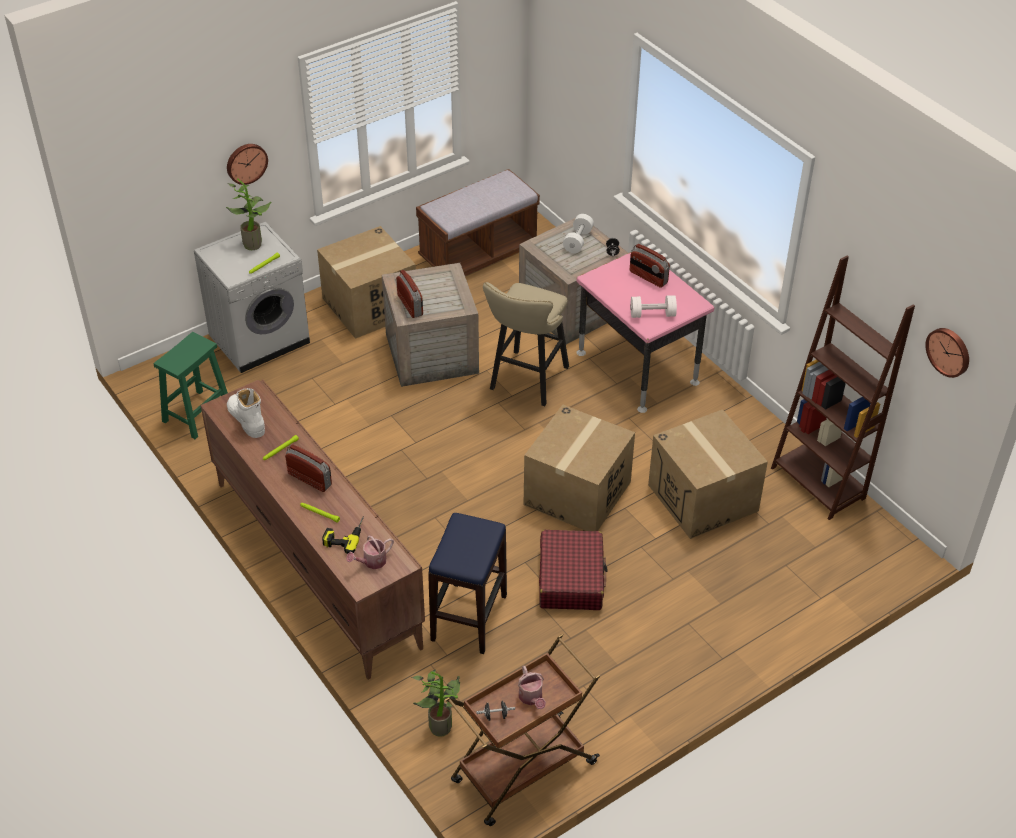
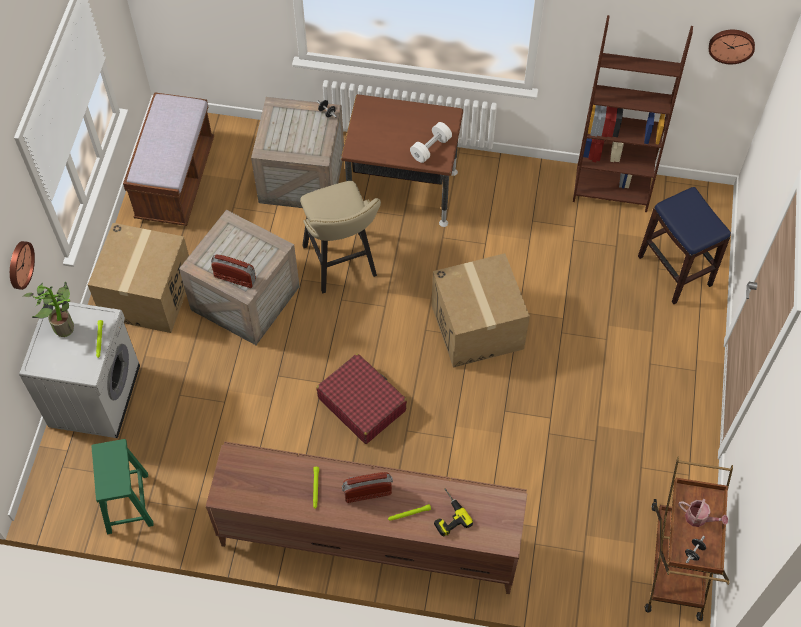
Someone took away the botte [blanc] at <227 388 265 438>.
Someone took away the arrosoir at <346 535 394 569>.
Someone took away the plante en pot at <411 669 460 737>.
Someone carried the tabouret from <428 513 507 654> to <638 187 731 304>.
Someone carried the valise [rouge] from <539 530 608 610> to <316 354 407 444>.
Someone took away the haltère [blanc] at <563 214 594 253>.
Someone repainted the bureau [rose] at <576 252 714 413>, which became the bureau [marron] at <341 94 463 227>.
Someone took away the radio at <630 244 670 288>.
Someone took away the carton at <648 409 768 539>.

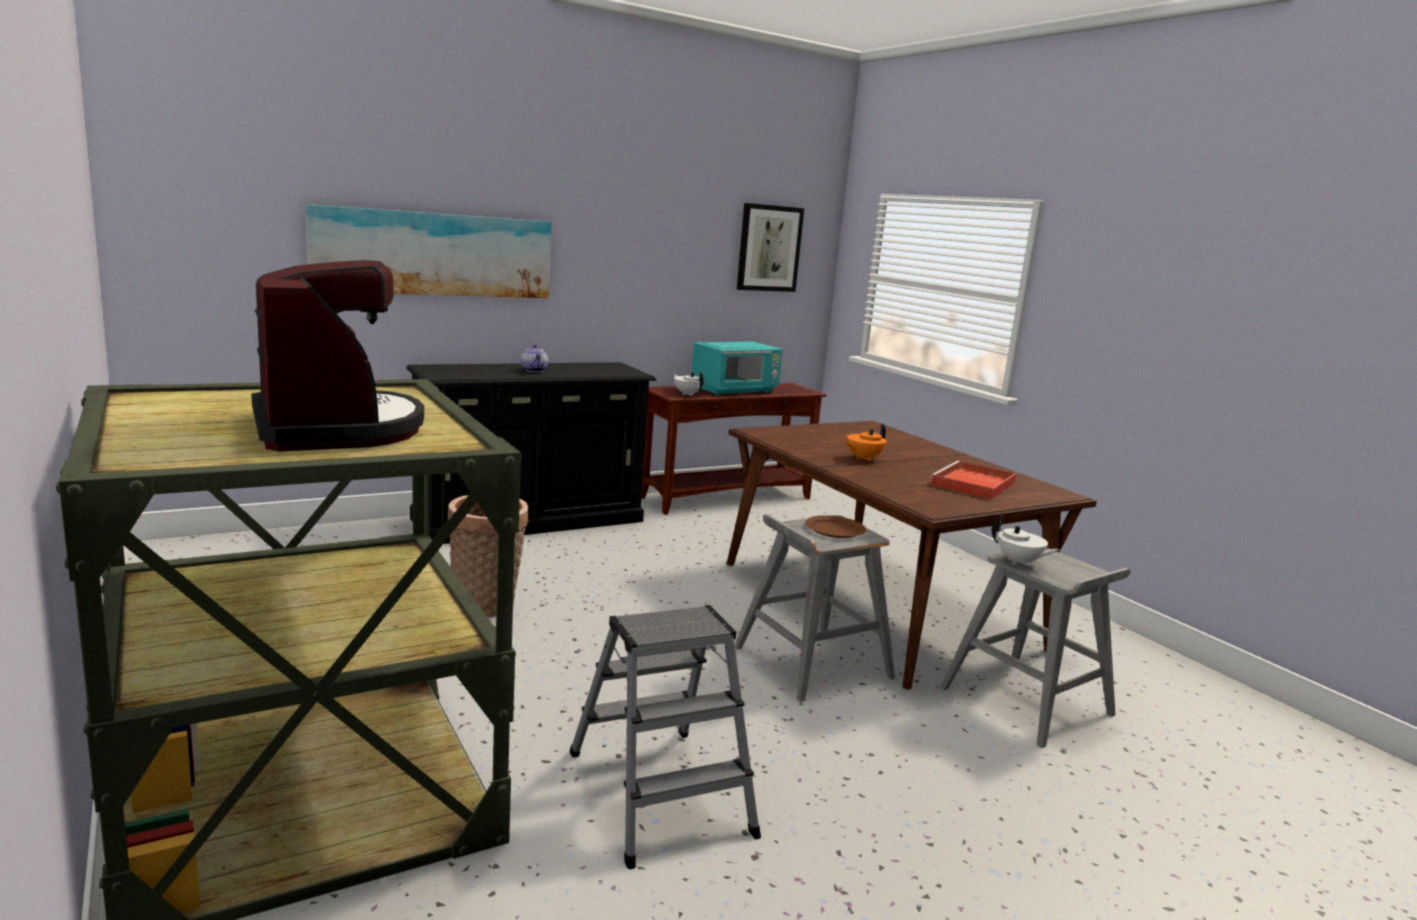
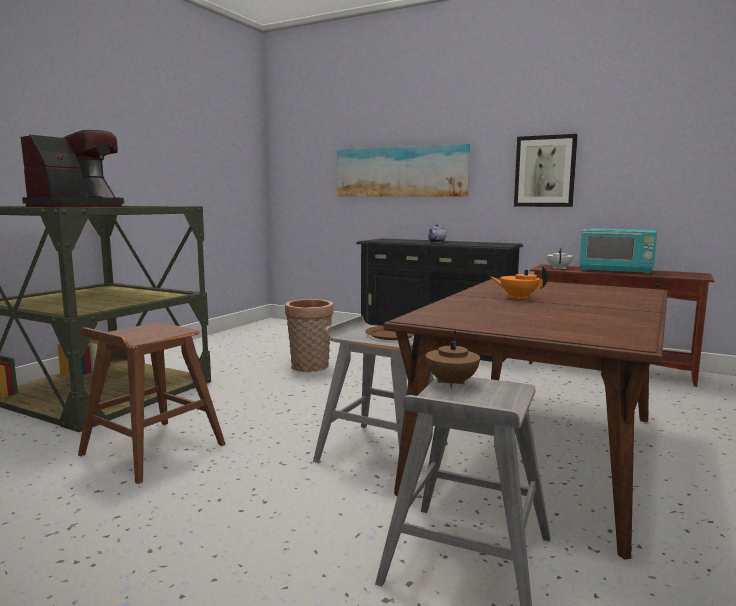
Someone swapped the escabeau [gris] at <570 605 761 869> for the tabouret [marron] at <78 322 226 484>.
Someone carried the tableau from <737 203 804 292> to <514 134 578 207>.
Someone took away the plateau [rouge] at <930 461 1016 499>.
Someone repainted the théière [blanc] at <992 516 1059 566>, which became the théière [marron] at <426 331 480 388>.

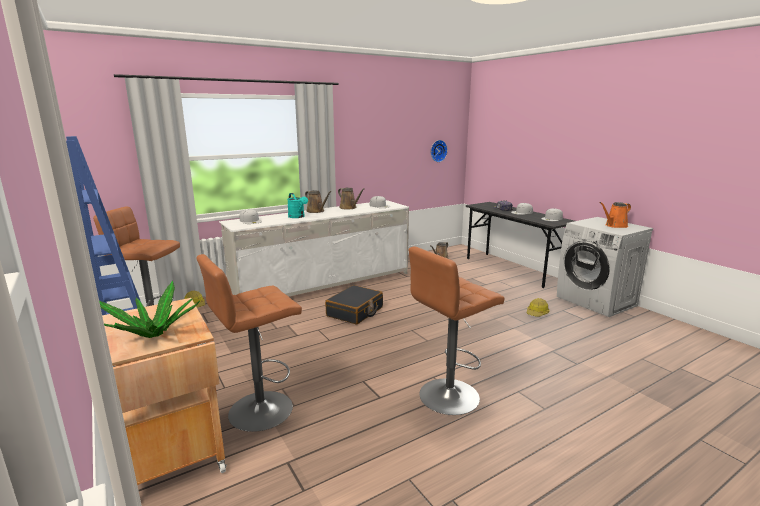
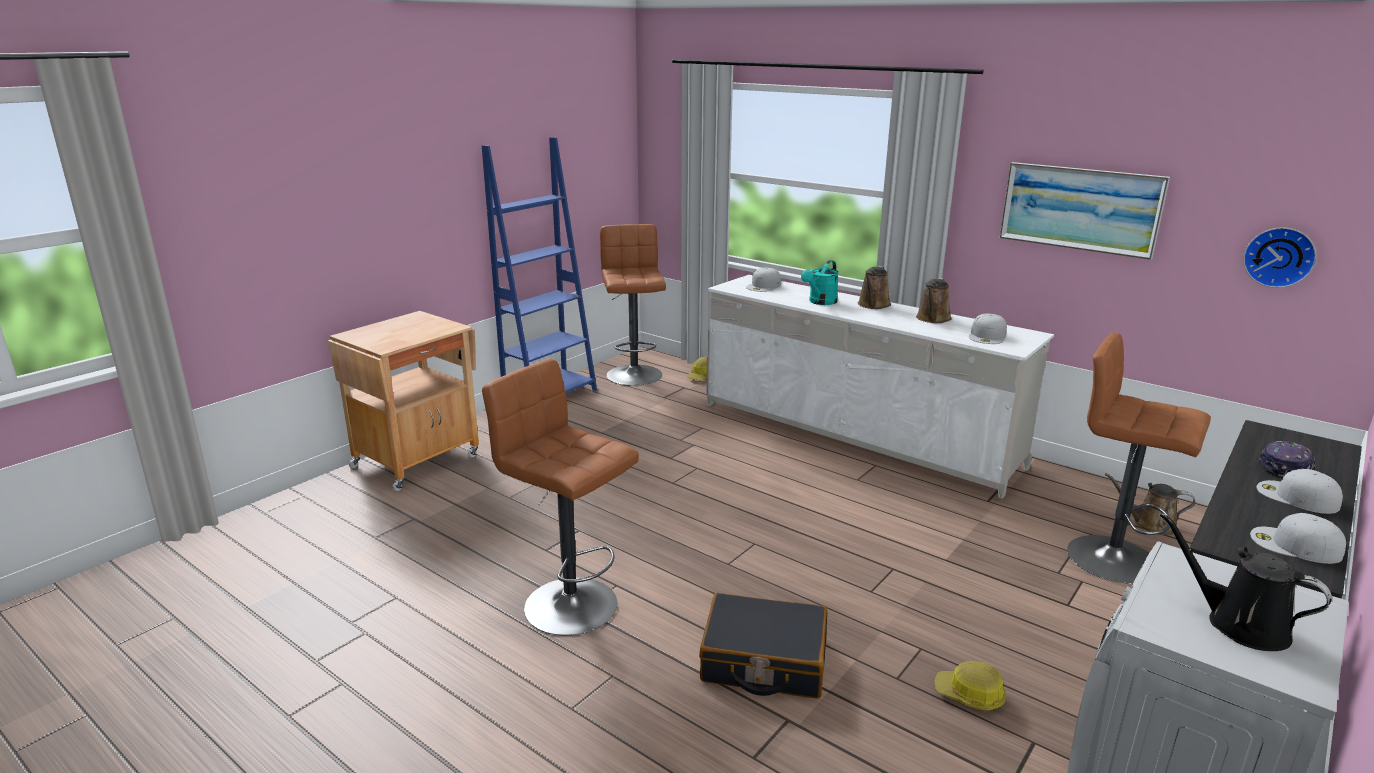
Someone took away the plante en pot at <99 281 200 338>.
Someone carried the tabouret [marron] from <196 254 302 432> to <1067 332 1211 584>.
Someone carried the valise [noir] from <325 285 383 325> to <699 593 827 699>.
Someone repainted the arrosoir [orange] at <600 202 631 228>, which became the arrosoir [noir] at <1160 513 1332 651>.
Someone put up the tableau at <1000 162 1170 260>.

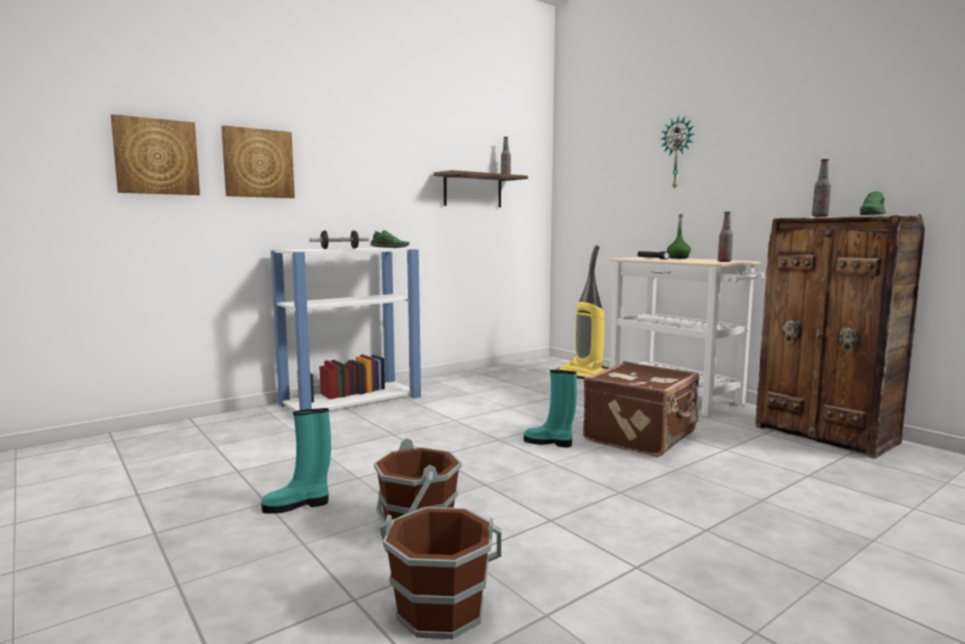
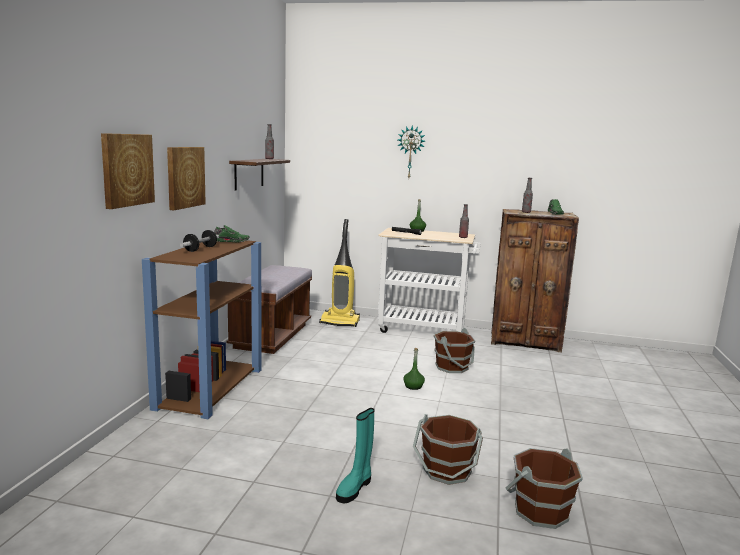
Someone carried the tableau from <111 114 200 195> to <167 147 206 210>.
Someone repainted the bibliothèque [blanc] at <271 248 421 411>, which became the bibliothèque [marron] at <142 240 262 419>.
Someone swapped the botte [turquoise] at <524 370 577 447> for the bouteille [vert] at <403 348 425 390>.
Someone swapped the valise [marron] at <583 361 699 457> for the seau [marron] at <434 328 475 373>.
Someone put down the banc [marron] at <226 265 312 354>.

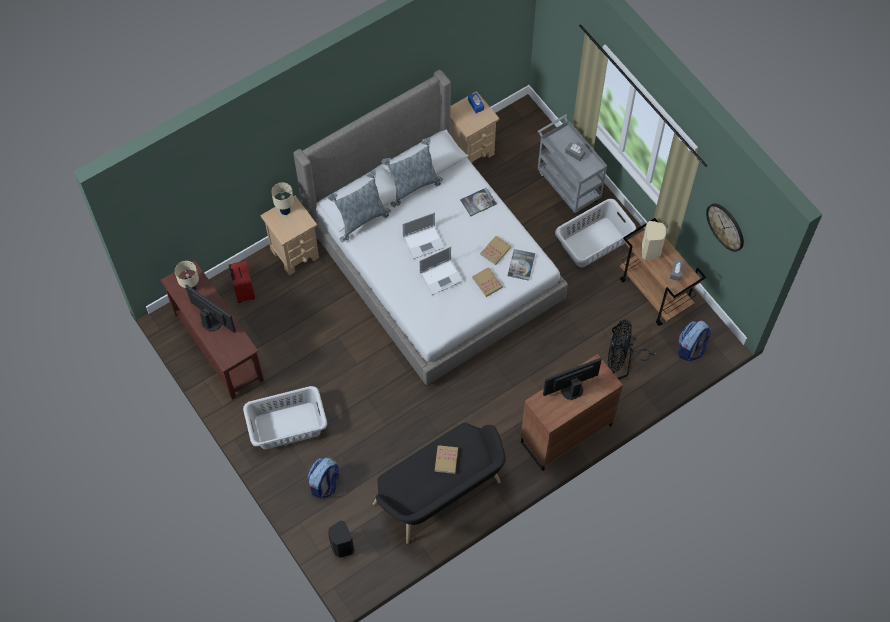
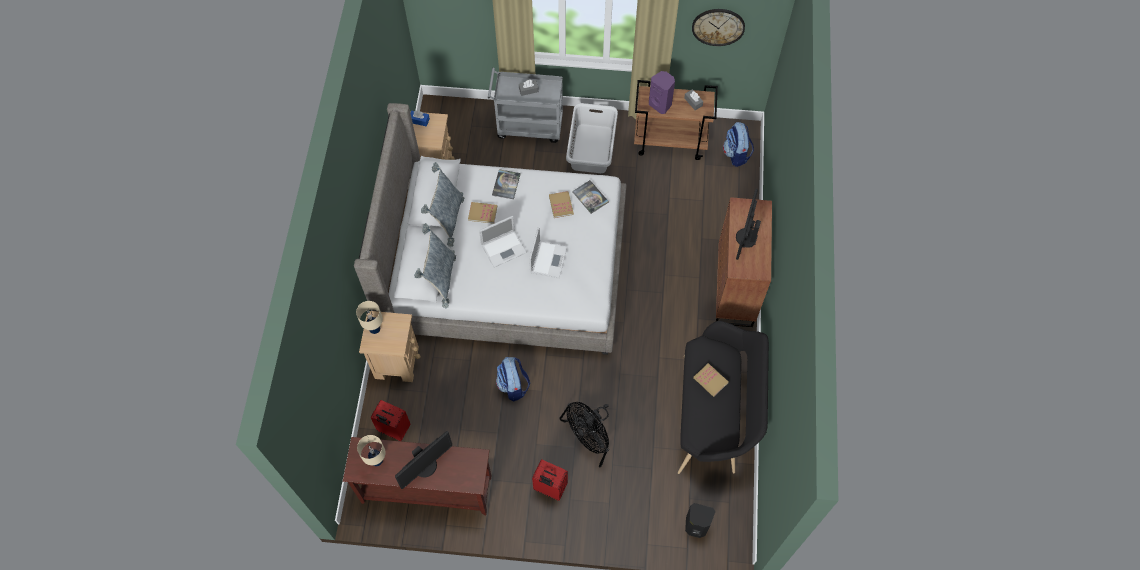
Someone rotated the écran d'ordinateur at <185 285 236 333> by 150 degrees clockwise.
Someone swapped the panier à linge [gris] at <243 386 327 449> for the valise [rouge] at <532 460 568 501>.
Someone carried the sac à dos from <307 457 339 499> to <496 357 530 401>.
Someone rotated the ordinateur portable at <402 211 445 259> by 45 degrees clockwise.
Someone carried the livre from <472 267 503 297> to <468 202 497 224>.
Someone carried the ventilateur [noir] from <608 319 655 380> to <559 402 610 467>.
Someone repainted the enceinte [beige] at <642 221 666 260>, which became the enceinte [violet] at <649 71 675 114>.

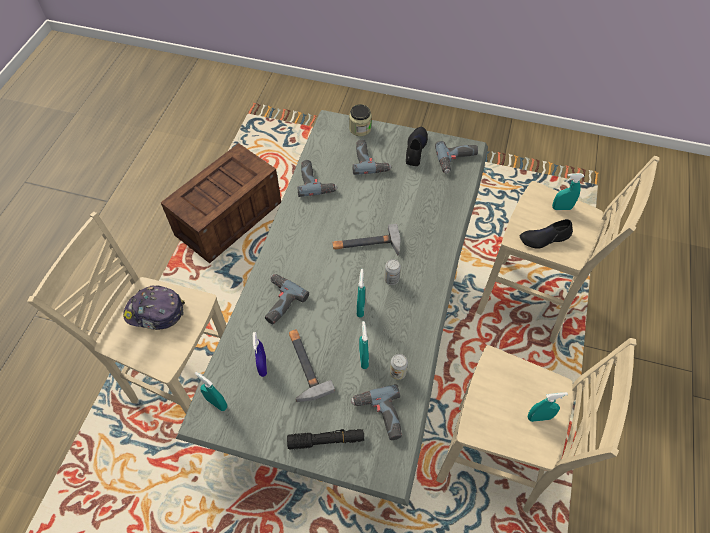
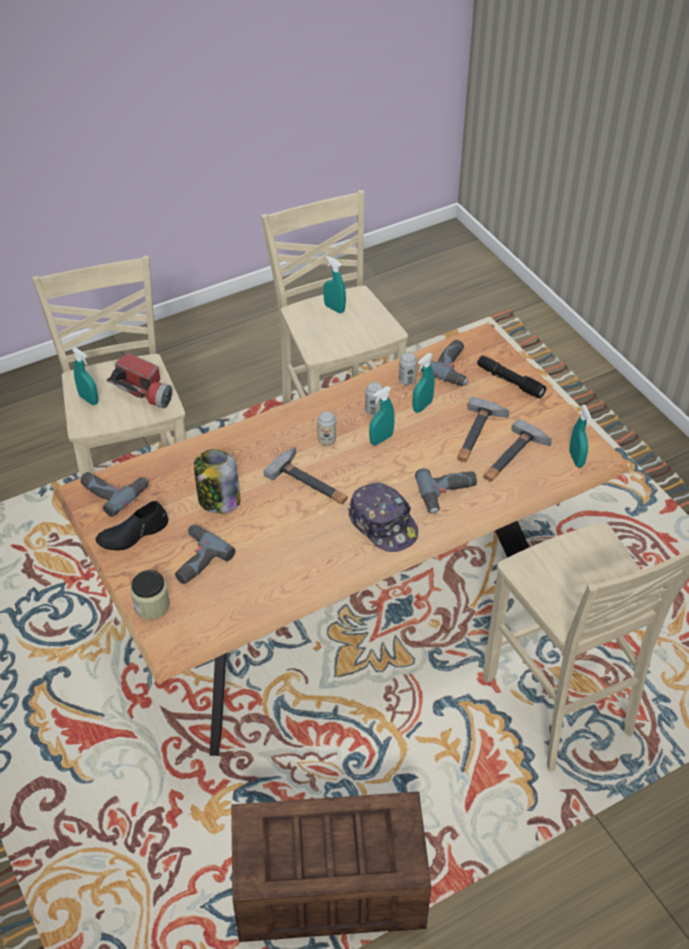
Someone carried the casquette from <123 285 185 330> to <348 482 418 552>.
Someone repainted the table à manger [gris] at <176 110 488 506>, which became the table à manger [marron] at <54 323 630 756>.
Someone swapped the vaporisateur [bleu] at <253 332 267 377> for the marteau at <483 418 552 482>.
Someone took away the perceuse at <297 160 338 197>.
Someone swapped the chaussure [noir] at <520 219 573 249> for the lampe de poche at <107 353 172 408>.
Someone put down the bocal at <194 449 240 514>.
Someone put down the boîte métallique at <365 382 383 416>.

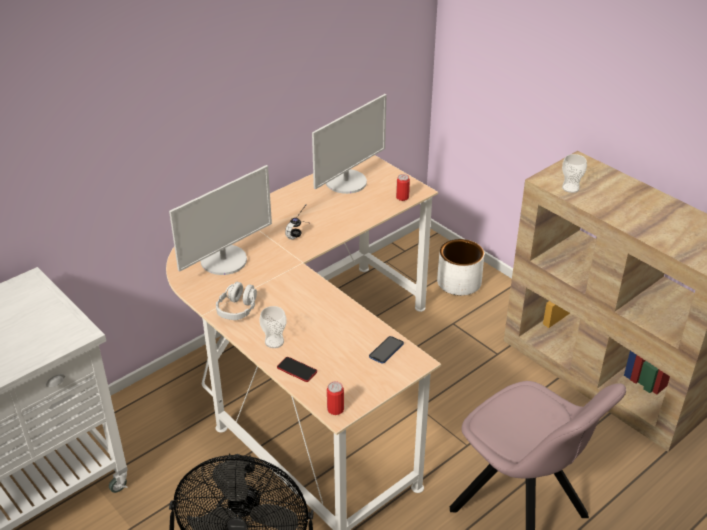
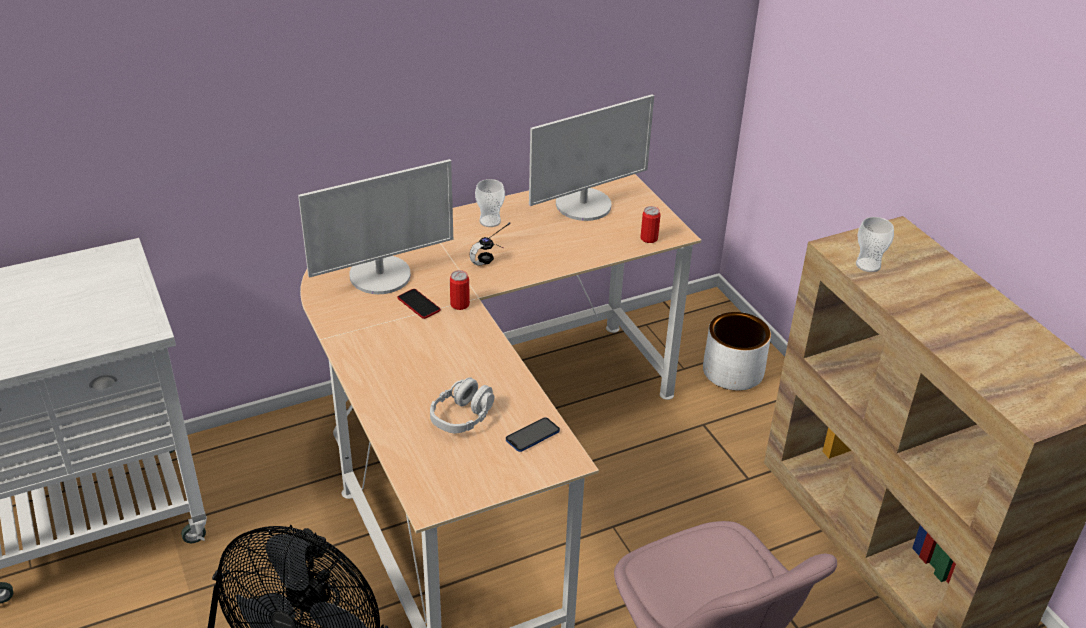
Someone carried the casque audio [gris] from <216 282 257 320> to <430 377 495 433>.
Someone carried the tasse from <259 306 287 348> to <475 179 505 227>.
Someone carried the téléphone from <277 357 317 382> to <397 289 441 319>.
Someone carried the boîte métallique from <327 381 344 415> to <450 270 470 310>.

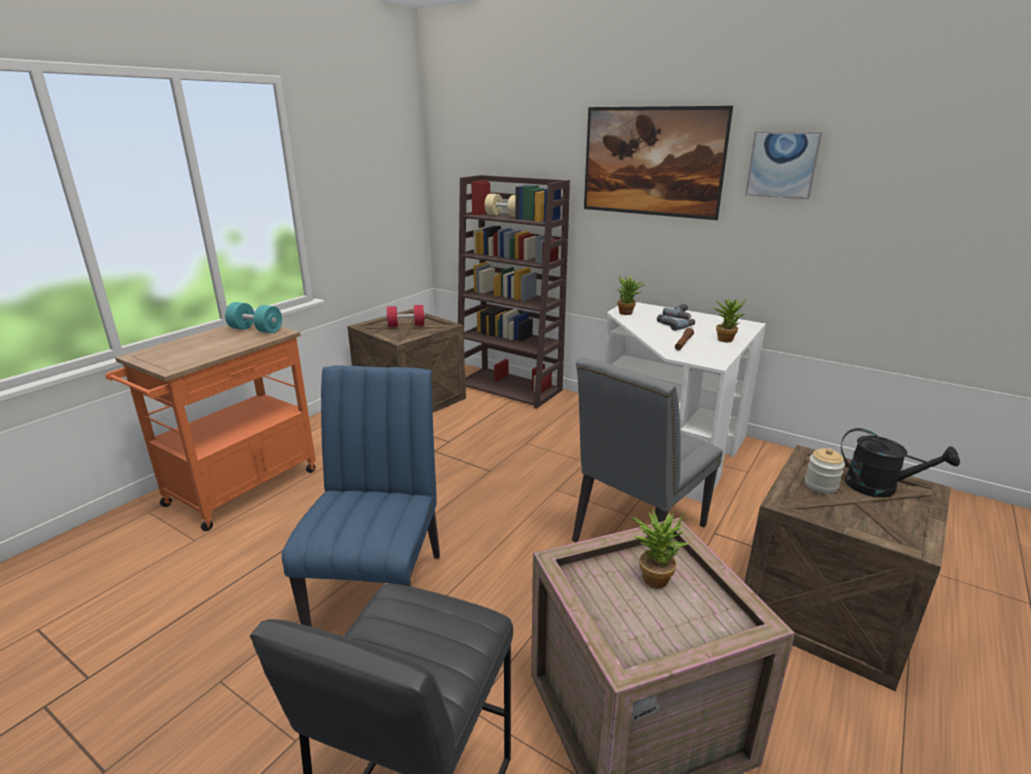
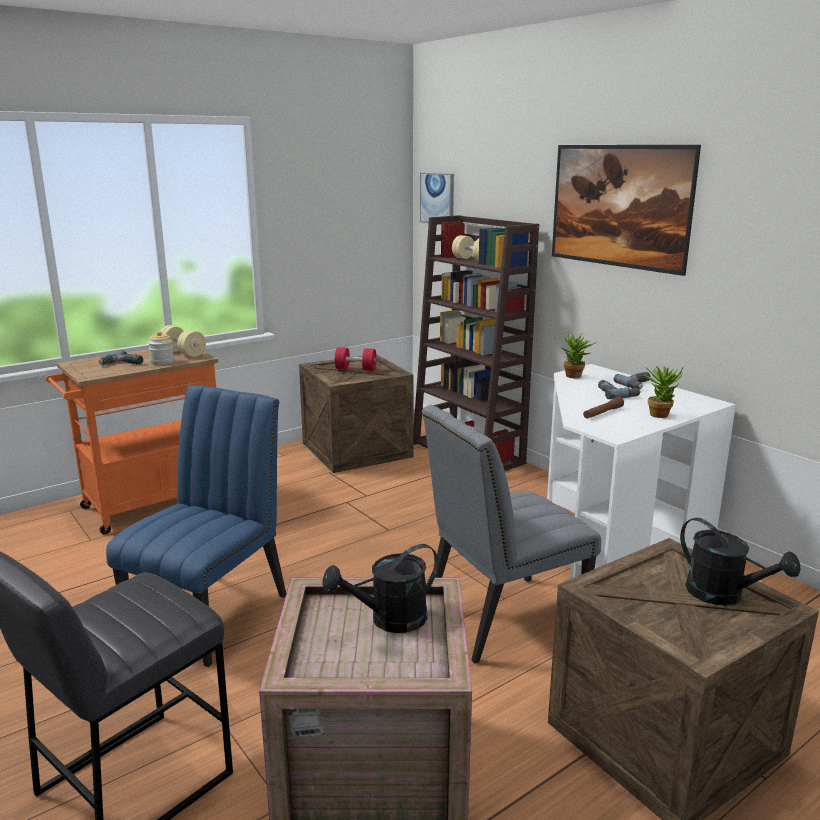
Someone repainted the haltère [turquoise] at <225 302 282 333>, which became the haltère [beige] at <160 325 206 357>.
Someone swapped the plante en pot at <631 508 689 589> for the arrosoir [noir] at <322 544 438 633>.
Someone carried the tableau from <745 132 822 199> to <420 173 454 225>.
Someone carried the bocal from <805 448 845 494> to <148 331 174 365>.
Someone put down the perceuse at <99 350 143 365>.

